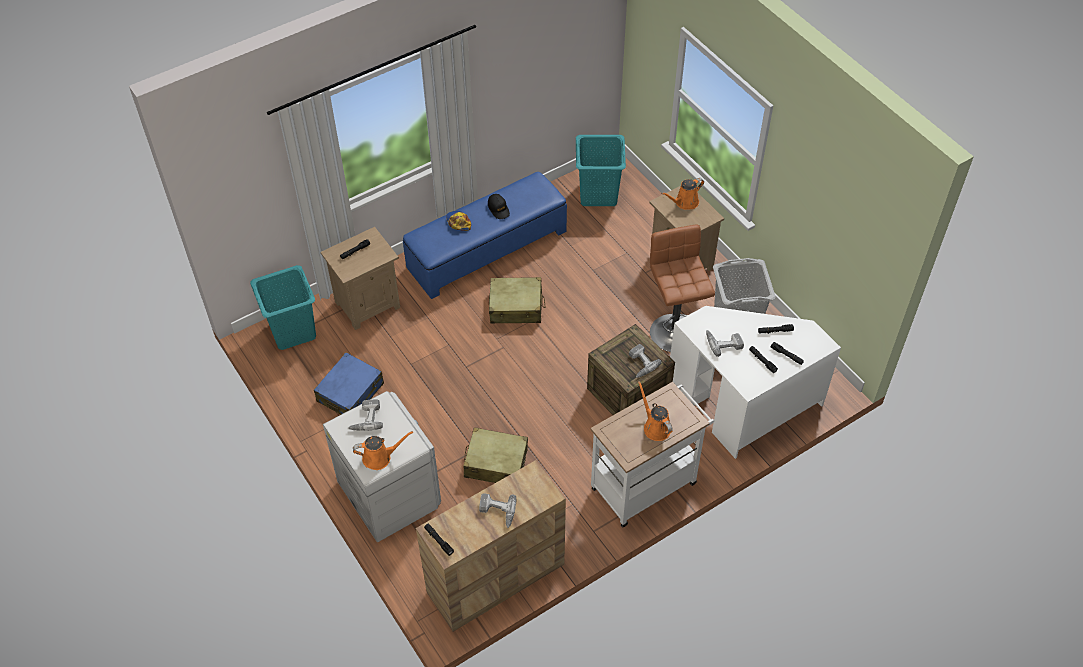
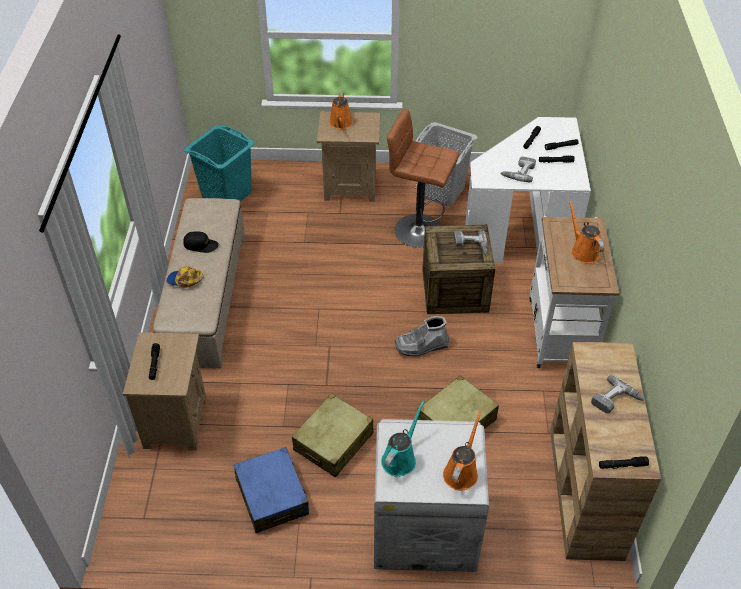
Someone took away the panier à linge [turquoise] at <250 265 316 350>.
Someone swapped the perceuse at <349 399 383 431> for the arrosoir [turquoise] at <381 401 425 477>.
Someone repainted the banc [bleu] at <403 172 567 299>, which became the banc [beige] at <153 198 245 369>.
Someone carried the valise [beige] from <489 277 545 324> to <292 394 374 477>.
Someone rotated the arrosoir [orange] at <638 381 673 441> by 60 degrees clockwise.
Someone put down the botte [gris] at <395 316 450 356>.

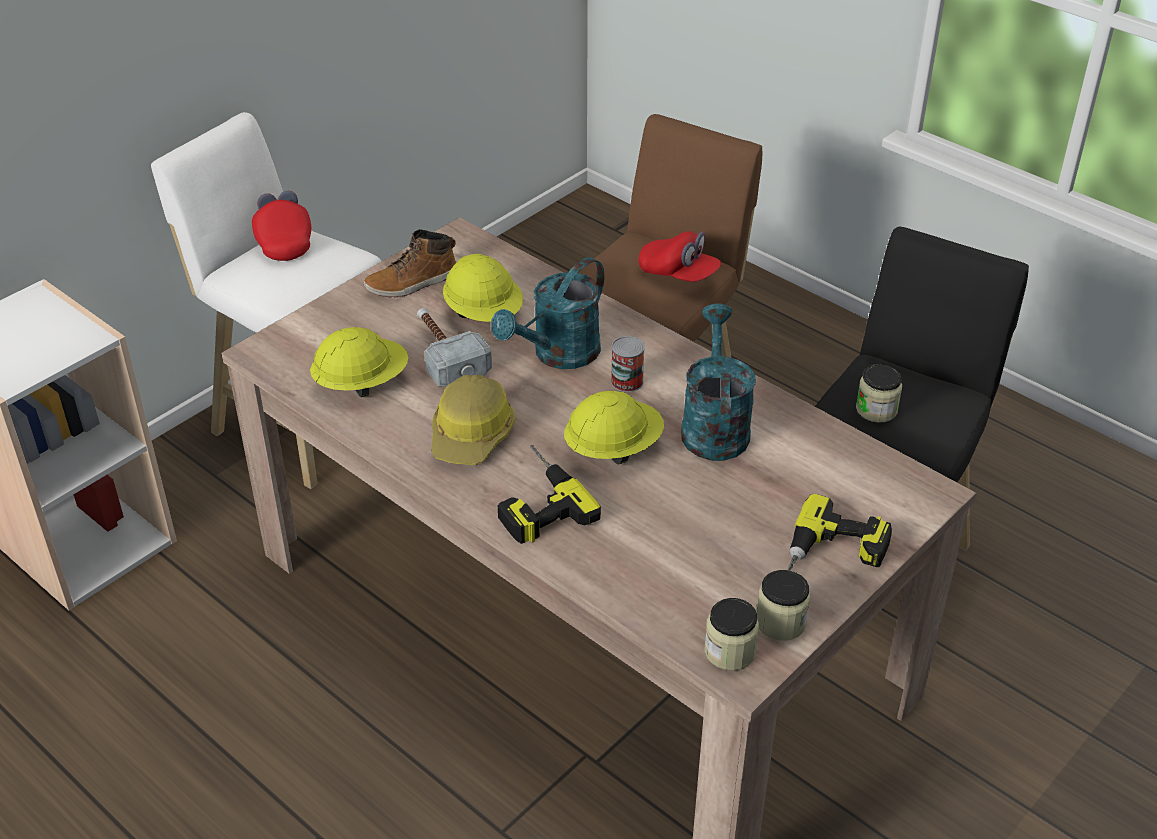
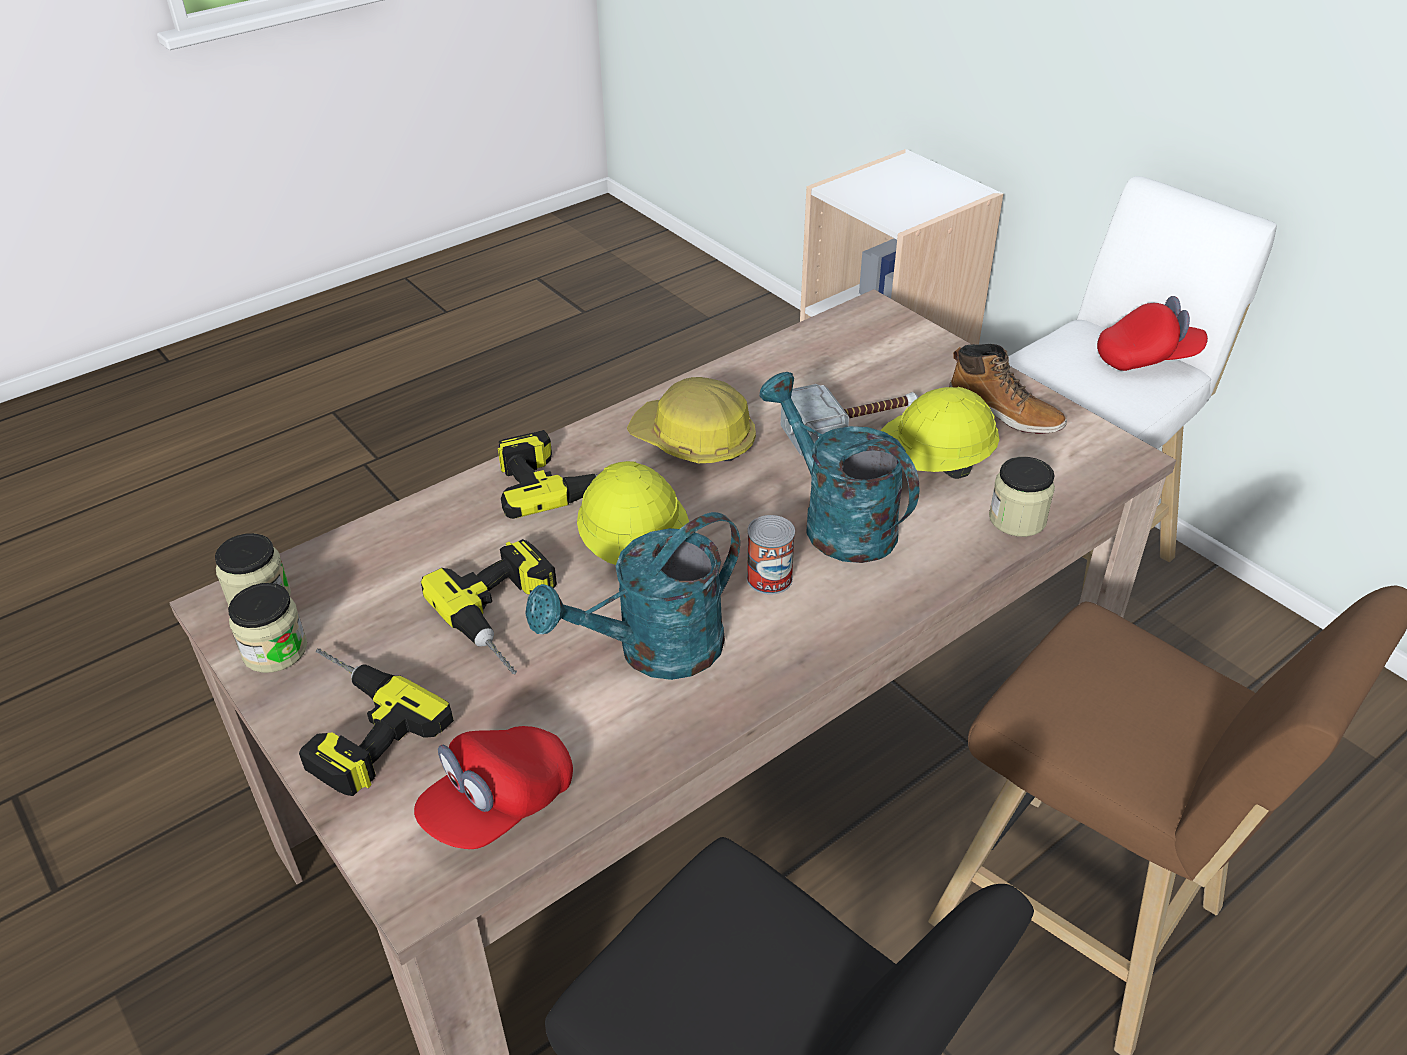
Someone took away the casque de chantier [jaune] at <310 327 408 397>.
Someone rotated the botte at <364 229 456 298> by 150 degrees clockwise.
Someone carried the casquette [rouge] from <638 231 722 282> to <414 726 573 849>.
Someone rotated the arrosoir [turquoise] at <681 303 756 461> by 135 degrees clockwise.
Someone carried the bocal from <856 364 902 423> to <989 457 1055 537>.
Someone put down the perceuse at <421 539 557 674>.

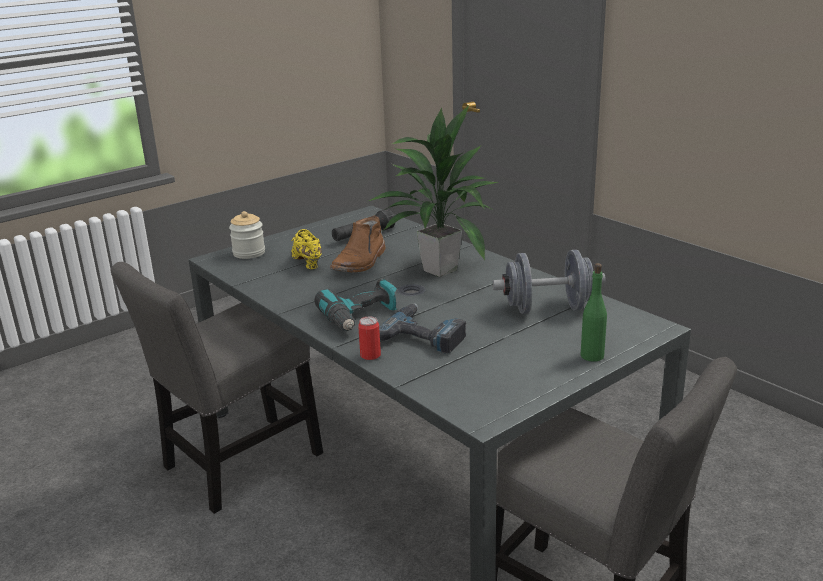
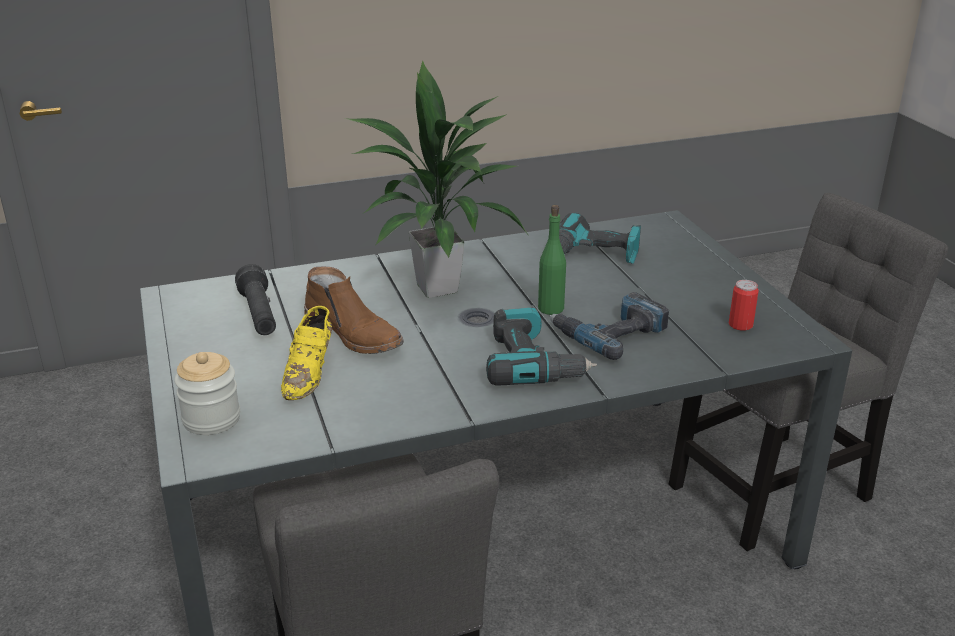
Someone rotated the chaussure [jaune] at <291 229 322 269> by 75 degrees counterclockwise.
Someone carried the boîte métallique from <358 317 381 360> to <729 280 759 331>.
Someone swapped the haltère [gris] at <493 250 606 314> for the perceuse at <559 213 641 264>.
Someone carried the bouteille [vert] from <581 263 607 362> to <538 205 566 315>.

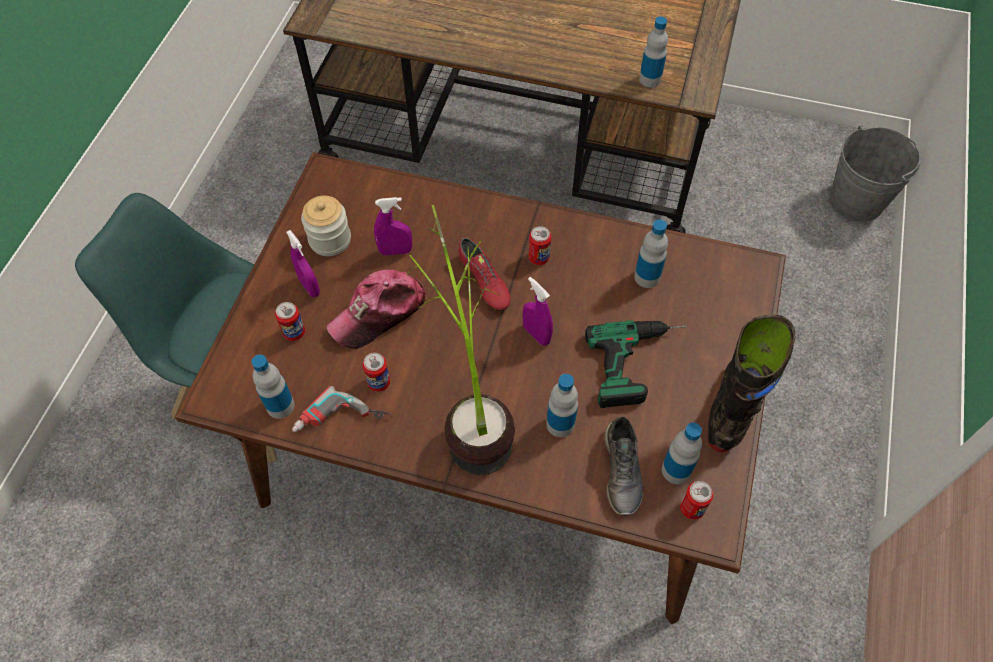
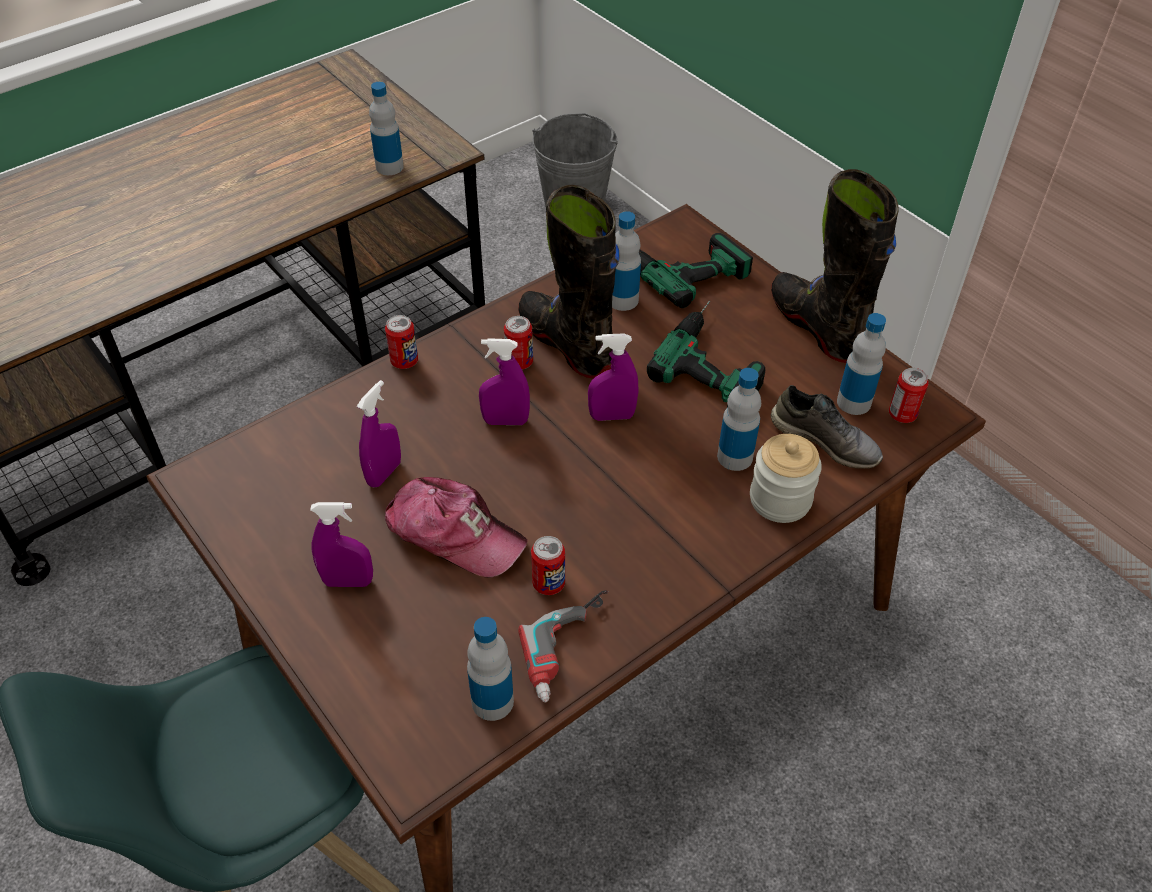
Someone carried the boîte métallique from <275 302 305 341> to <385 315 418 369>.
Someone carried the bocal from <301 196 351 256> to <750 434 822 523>.
Someone rotated the casquette at <327 269 427 349> by 60 degrees counterclockwise.
Someone took away the plante en pot at <407 205 515 475>.
Someone swapped the chaussure [rouge] at <459 237 510 311> for the vaporisateur [violet] at <479 338 530 425>.
Someone put down the botte [noir] at <518 185 620 379>.
Someone put down the perceuse at <639 233 753 308>.

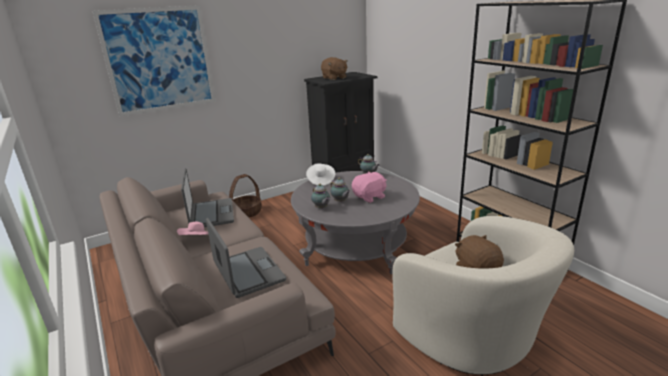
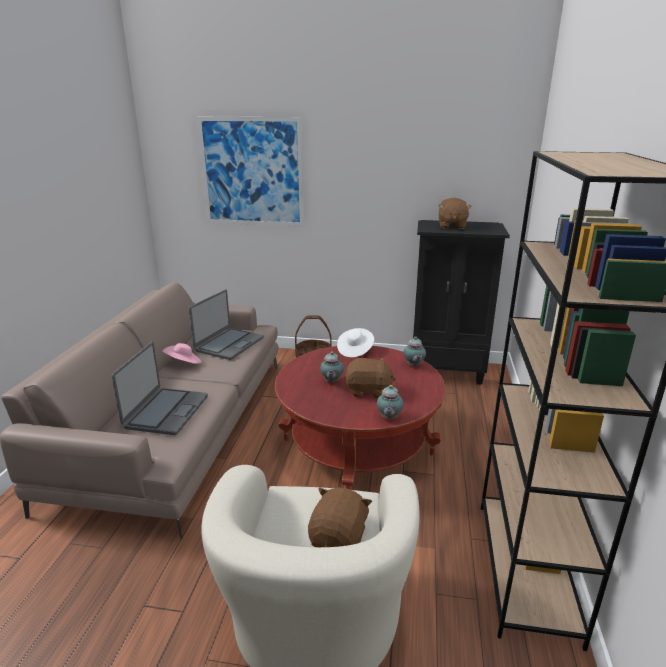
Someone repainted the table basse [gris] at <291 171 420 274>, which became the table basse [rouge] at <275 346 446 490>.
Someone carried the théière from <311 184 330 209> to <377 385 404 420>.
Someone repainted the peluche [rose] at <352 171 387 203>, which became the peluche [marron] at <344 357 396 398>.

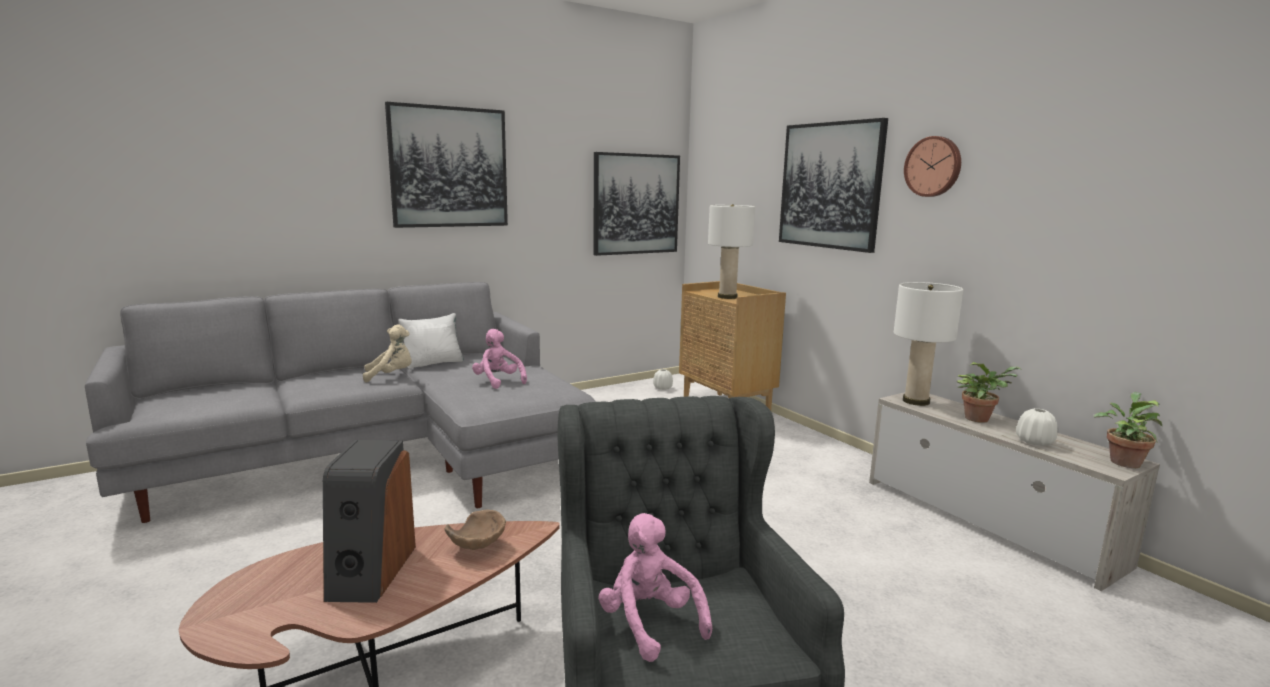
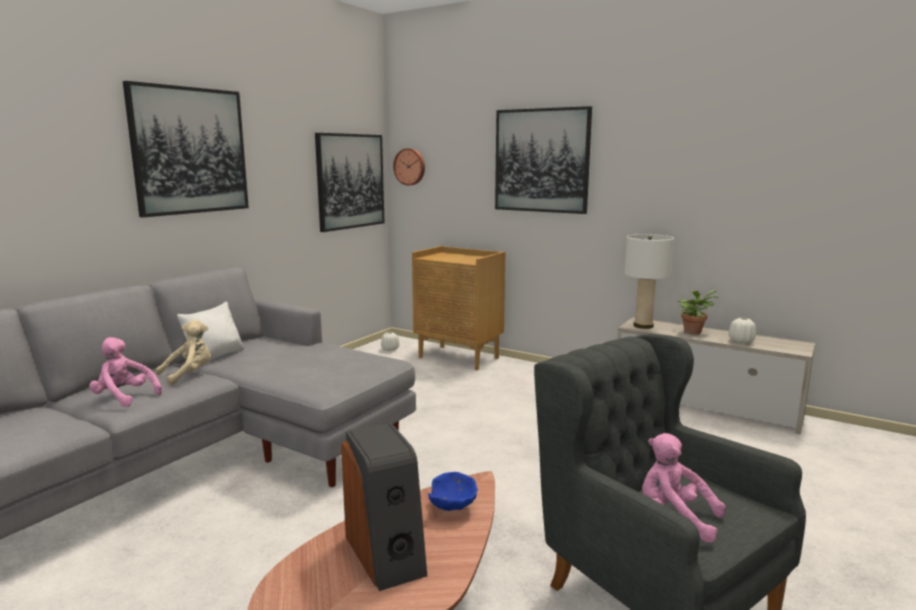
Someone repainted the bol [marron] at <445 510 506 550>, which became the bol [bleu] at <428 472 478 511>.
Someone carried the peluche [rose] from <472 329 527 389> to <89 337 162 407>.
Someone took away the lampe de table [blanc] at <708 204 755 299>.
Someone carried the horloge murale from <904 136 961 197> to <393 148 425 185>.
Someone took away the plante en pot at <1094 392 1163 468>.

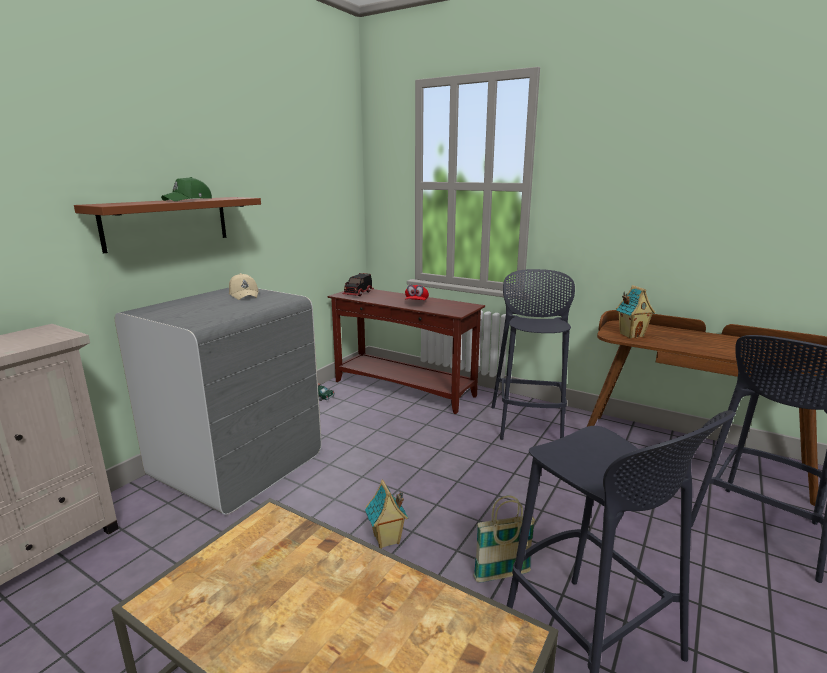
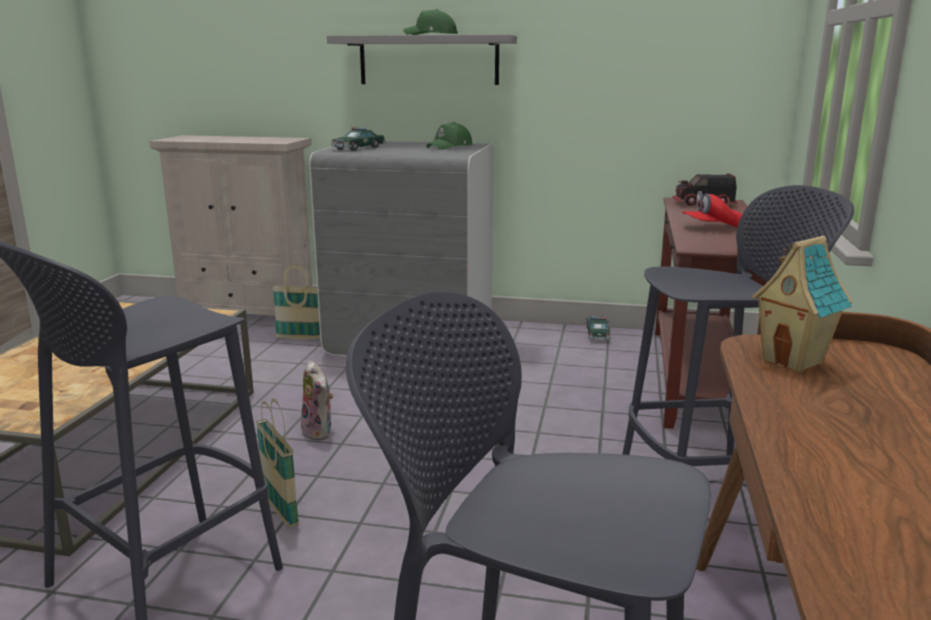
Someone repainted the étagère [marron] at <74 197 261 253>, which became the étagère [gris] at <327 34 517 85>.
Someone repainted the casquette [beige] at <229 273 259 300>, which became the casquette [vert] at <426 122 472 150>.
Someone swapped the maison miniature at <365 480 408 549> for the peluche at <301 361 333 440>.
Someone put down the panier at <272 265 320 340>.
Someone put down the petite voiture at <331 127 386 151>.

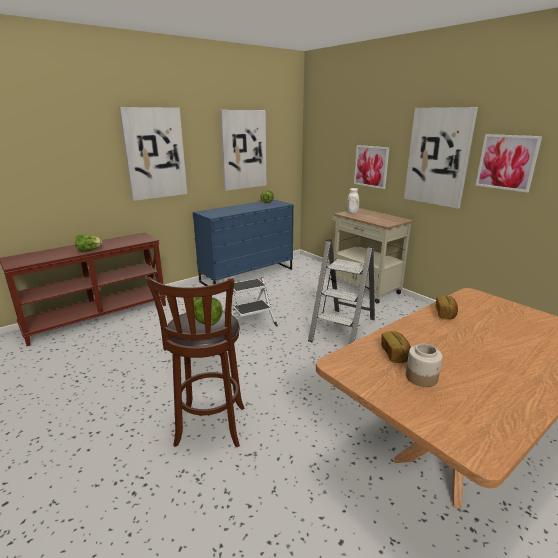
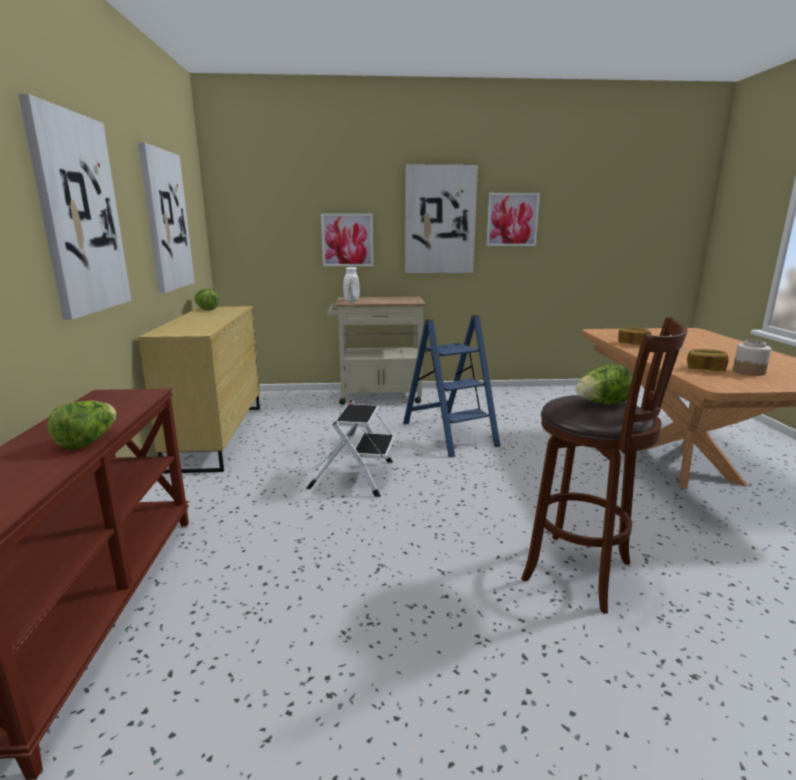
Someone repainted the commode [bleu] at <193 199 294 286>, which became the commode [beige] at <138 306 260 474>.
Someone repainted the escabeau [gris] at <308 239 375 344>, which became the escabeau [bleu] at <403 315 501 458>.

